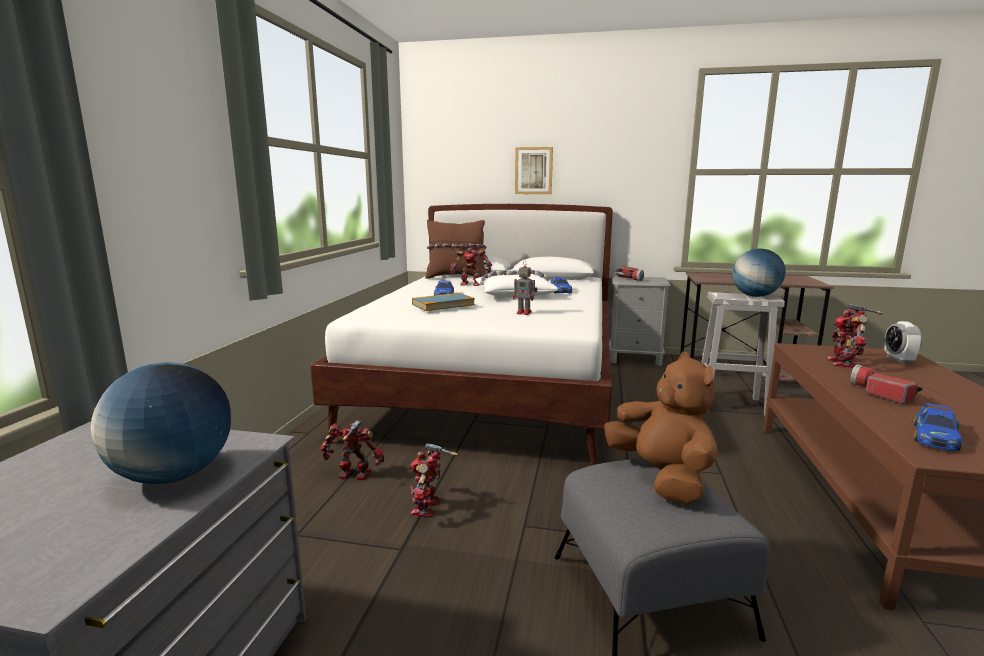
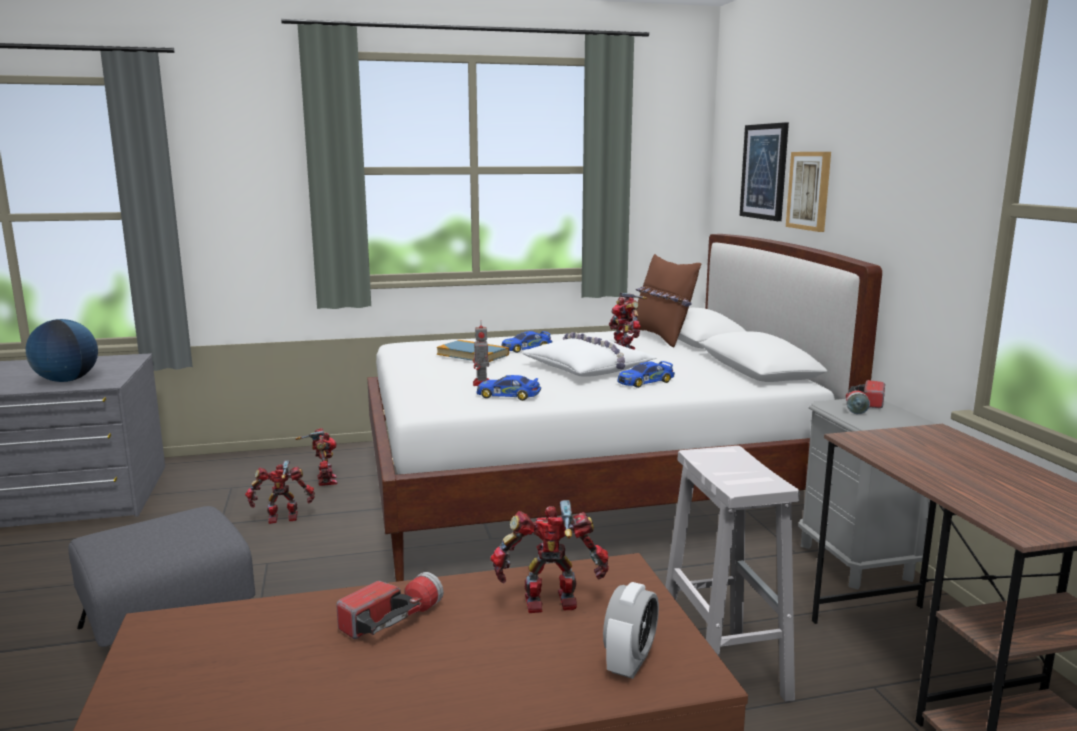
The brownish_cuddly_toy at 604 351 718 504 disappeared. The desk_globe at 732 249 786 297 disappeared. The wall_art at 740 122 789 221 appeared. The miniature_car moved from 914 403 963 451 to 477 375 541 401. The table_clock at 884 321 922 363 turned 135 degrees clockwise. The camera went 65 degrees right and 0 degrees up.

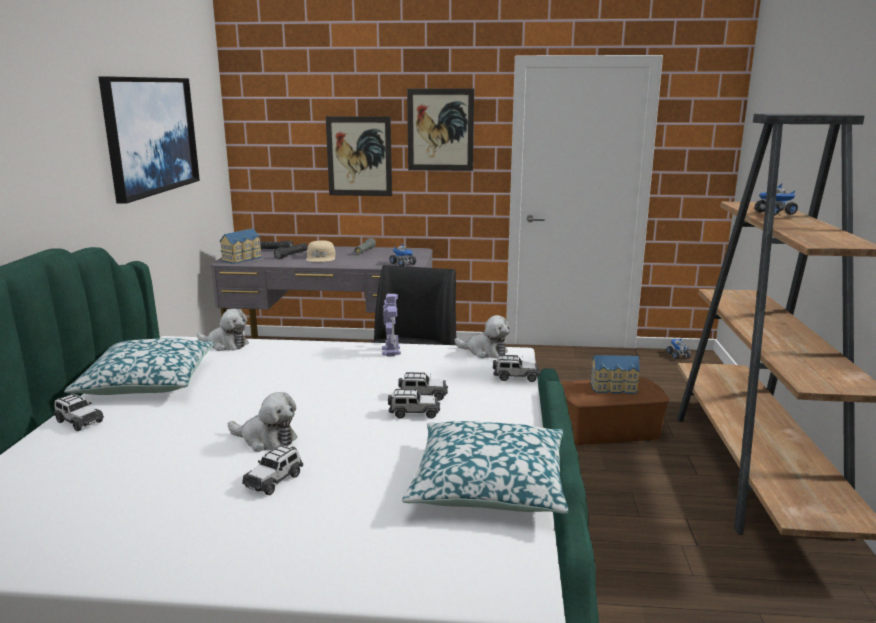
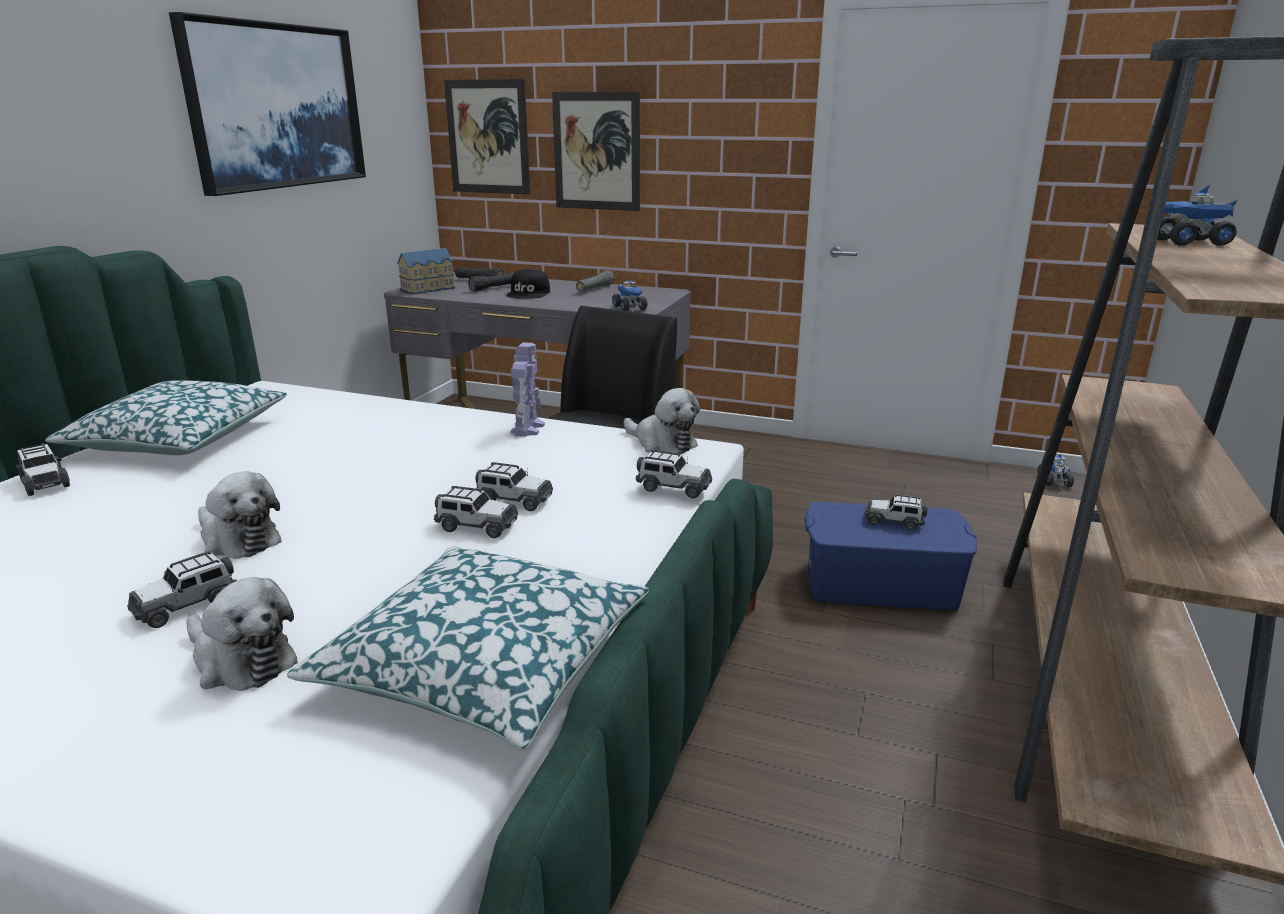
The cuddly_toy moved from 197 309 249 351 to 186 577 298 691. The wall_art moved from 407 89 474 171 to 444 79 530 194. The miniature_house at 590 355 640 394 was replaced by the miniature_car at 865 495 928 530. The sand-coloured_baseball_cap at 306 240 335 262 became the black_baseball_cap at 506 269 550 299. The brownish_storage_bin at 560 377 669 445 became the blue-coloured_storage_bin at 804 502 977 611. The camera went 15 degrees right and 5 degrees up.

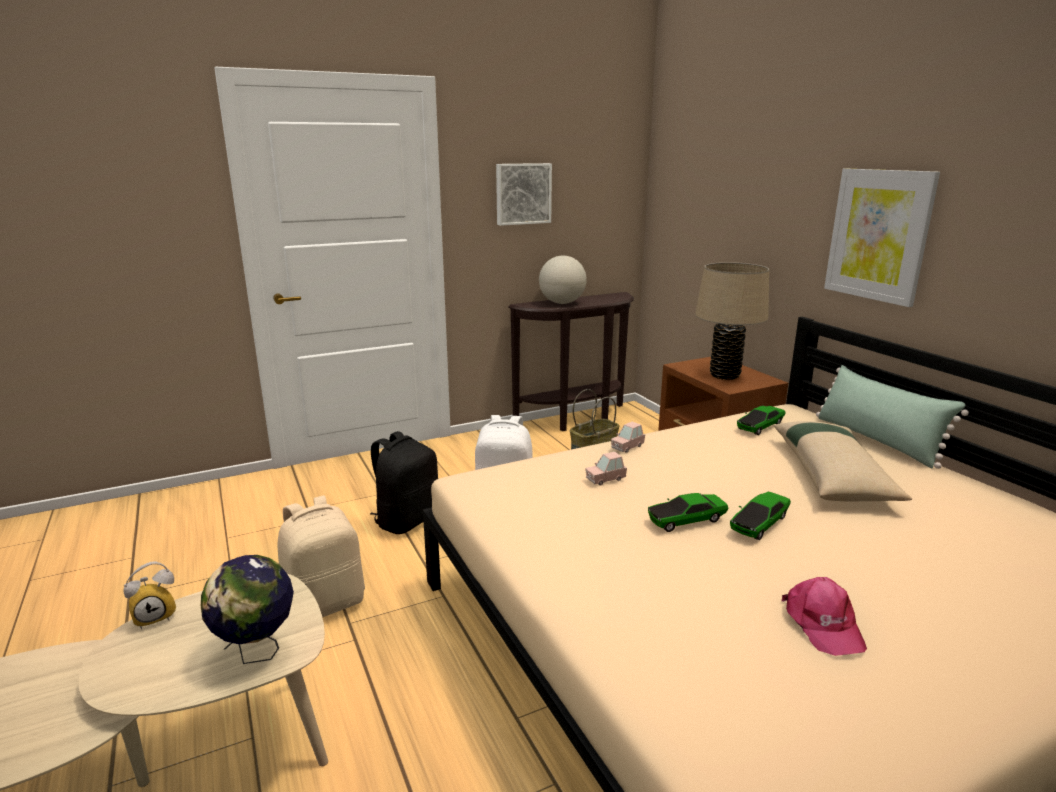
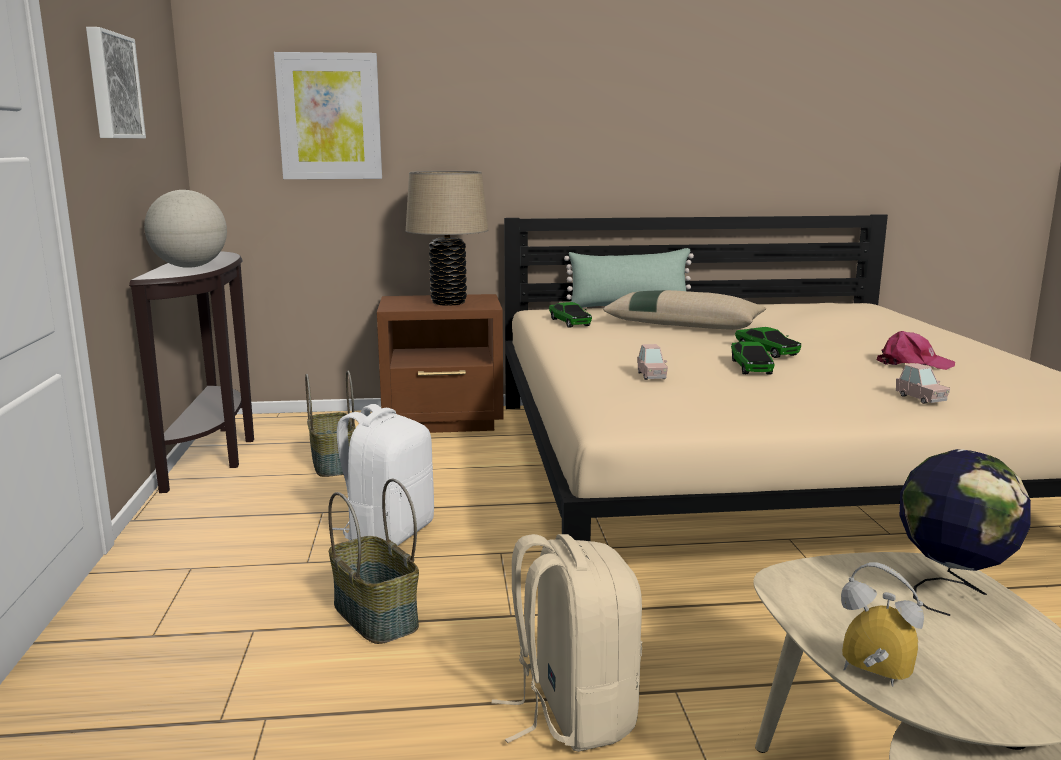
The pinkish_miniature_car moved from 611 422 645 453 to 896 363 950 404. The wall_art moved from 824 169 940 307 to 274 52 382 179. The black_knapsack at 370 431 438 534 was replaced by the storage_basket at 328 479 419 644. The table_clock at 123 562 176 629 turned 45 degrees counterclockwise. The camera went 70 degrees left and 5 degrees down.

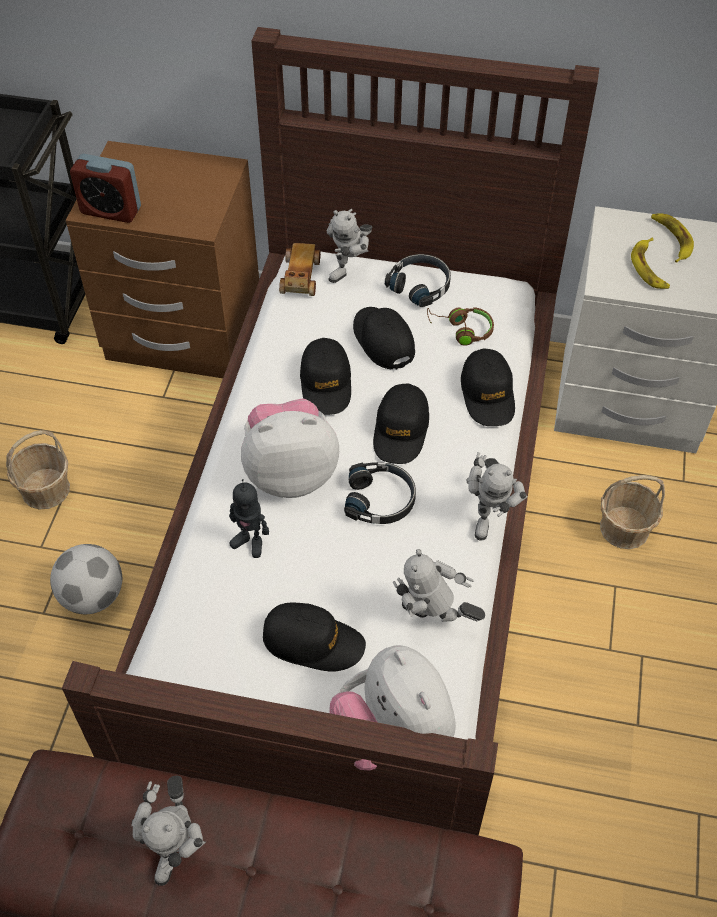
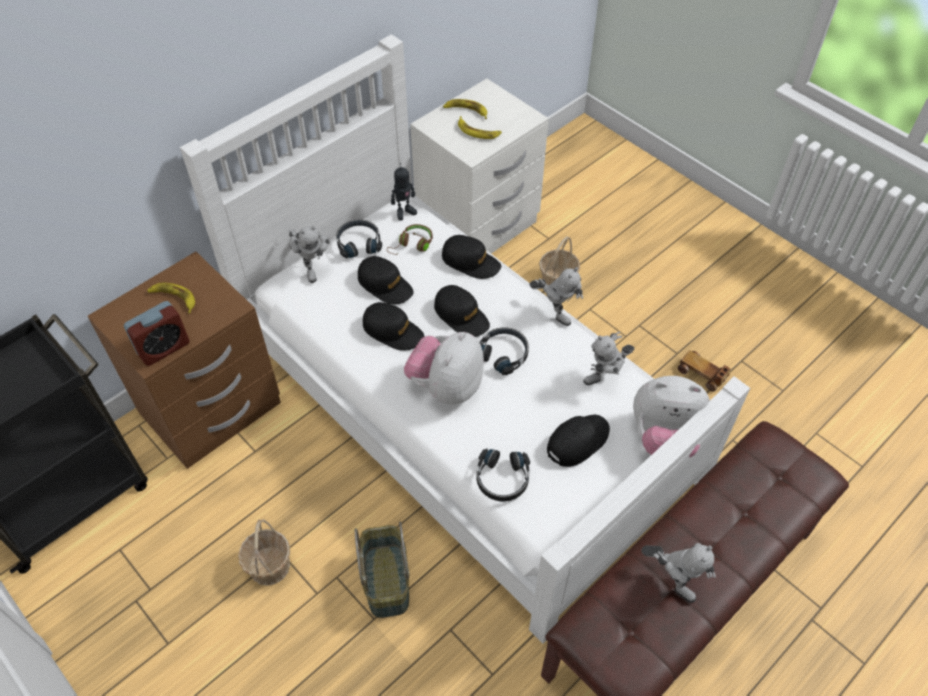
The whole_banana at 147 283 195 314 appeared. The black_pair_of_headphones at 477 448 530 501 appeared. The model_robot moved from 229 479 269 558 to 391 162 417 221. The miniature_car moved from 279 243 321 296 to 678 350 730 392. The football at 50 544 122 614 was replaced by the storage_basket at 355 522 410 618. The brownish_sleeping_bed at 62 27 599 835 became the white-coloured_sleeping_bed at 180 34 750 644. The black_baseball_cap at 353 307 415 370 turned 150 degrees counterclockwise. The camera went 55 degrees left and 0 degrees up.

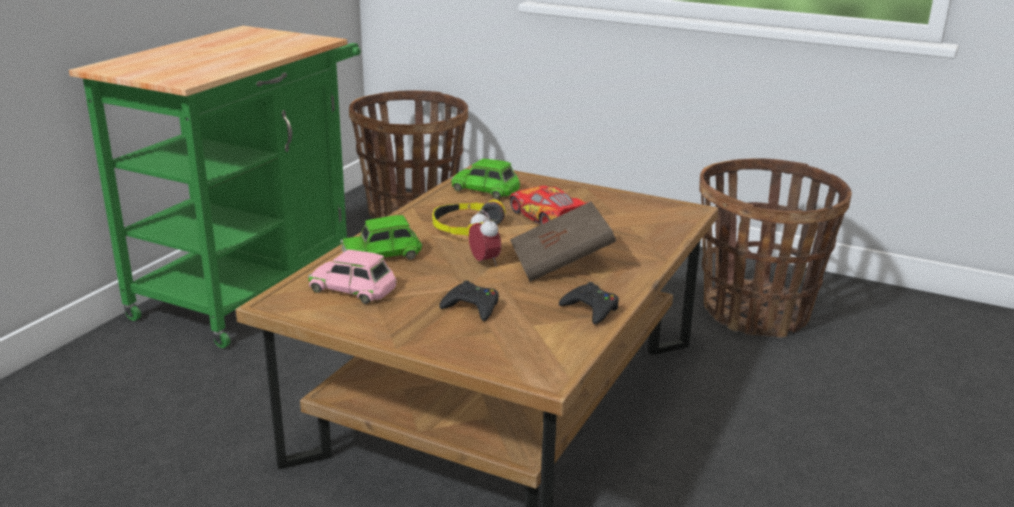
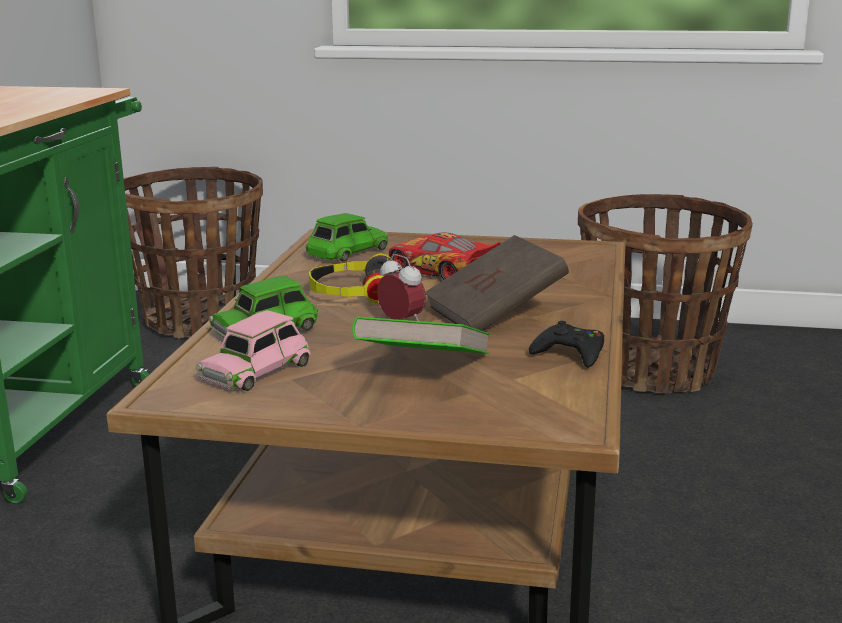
The black_joypad at 439 281 499 321 was replaced by the green_bound_book at 352 317 490 354. The pinkish_miniature_car at 308 249 397 304 turned 60 degrees counterclockwise. The green_miniature_car at 451 158 520 199 turned 120 degrees clockwise. The camera went 15 degrees left and 5 degrees down.

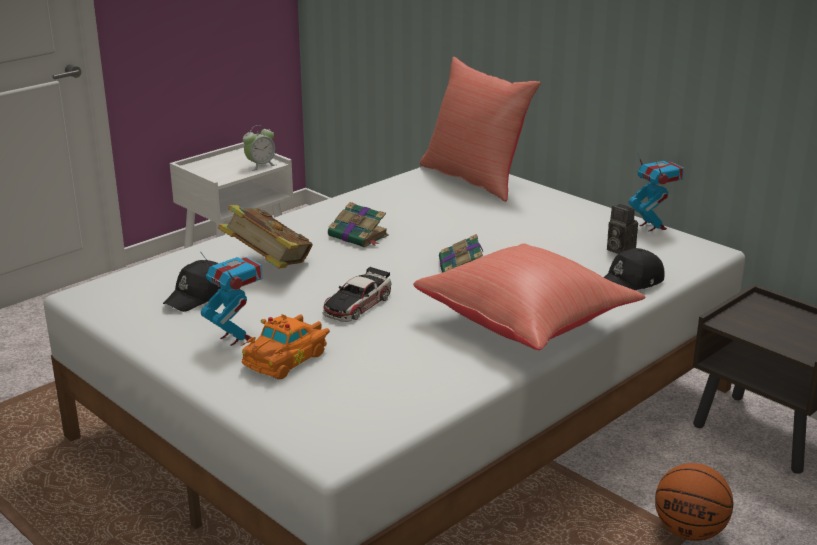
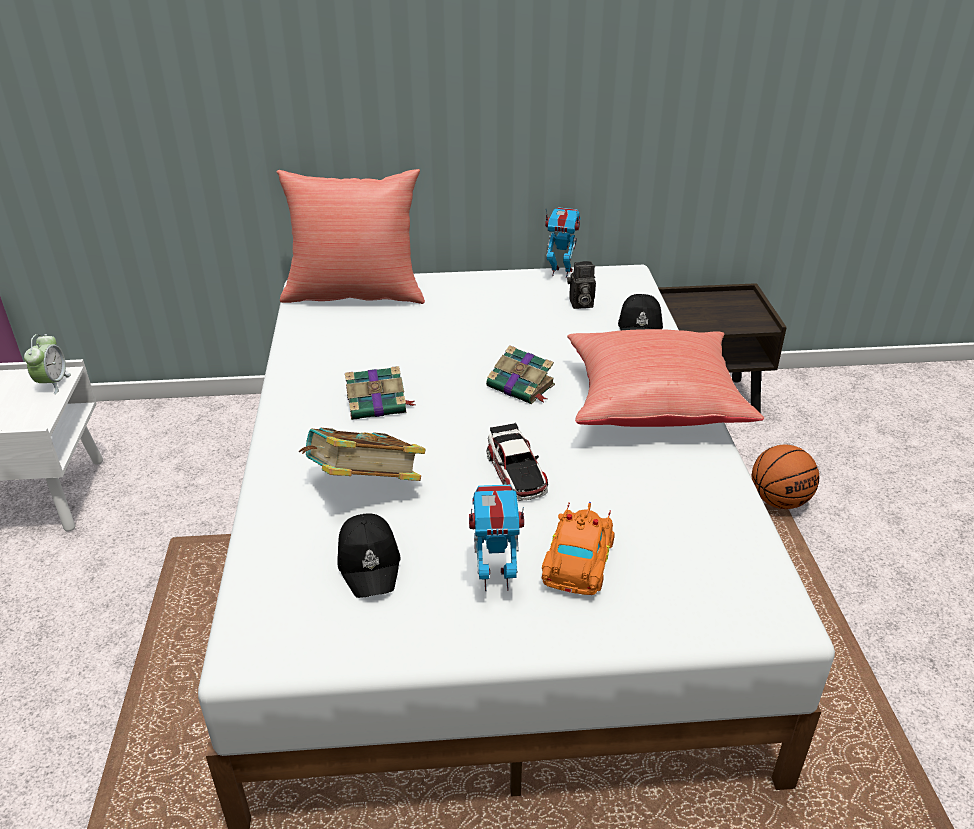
The orange-coloured_miniature_car at 241 314 330 379 turned 150 degrees counterclockwise. The camera went 50 degrees left and 10 degrees up.

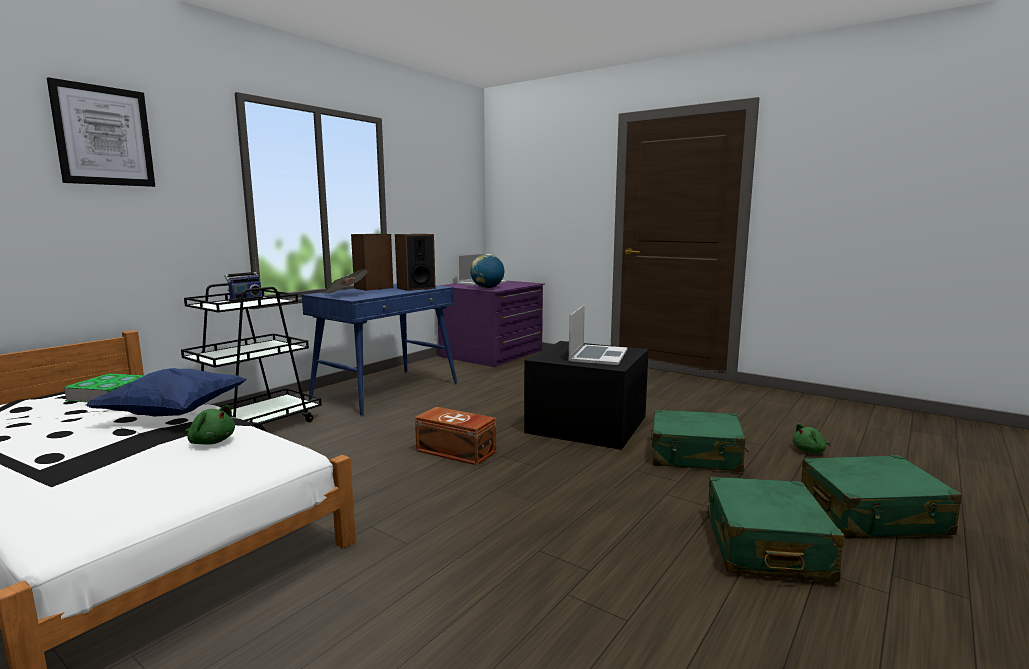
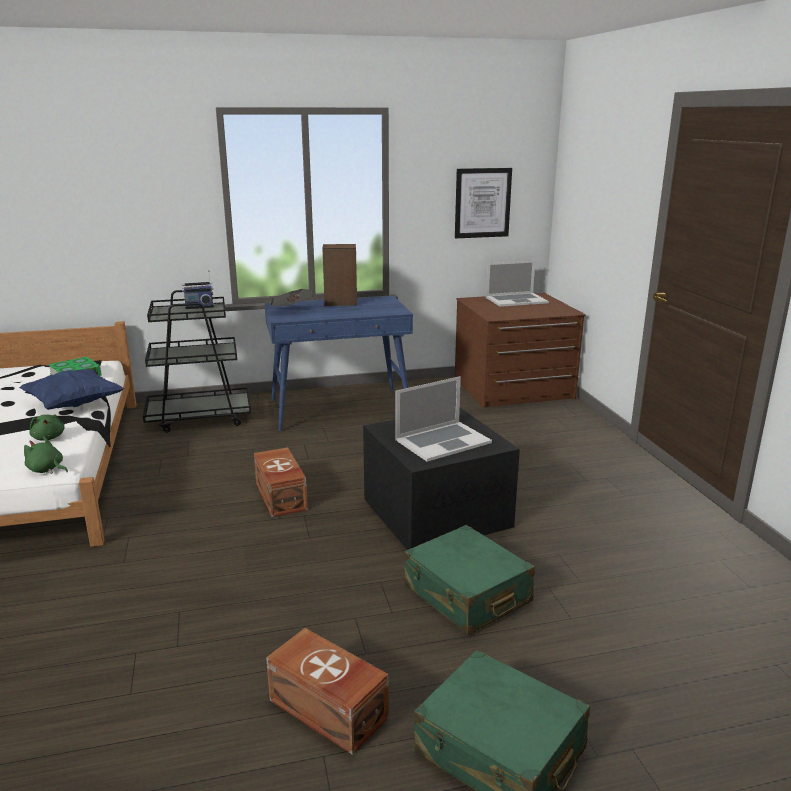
The speaker at 395 234 435 291 disappeared. The desk_globe at 470 254 504 288 disappeared. The wall_art moved from 47 77 155 187 to 455 168 512 238. The green_cuddly_toy moved from 793 423 830 453 to 24 436 68 474. The green_suitcase at 707 476 844 582 was replaced by the brownish_storage_bin at 266 628 389 755. The purple-coloured_drawer_chest at 438 281 545 367 became the brownish_drawer_chest at 455 293 586 408. The camera went 40 degrees right and 10 degrees up.

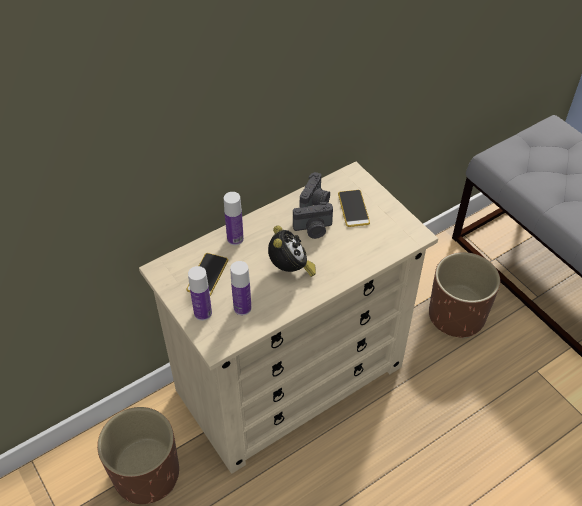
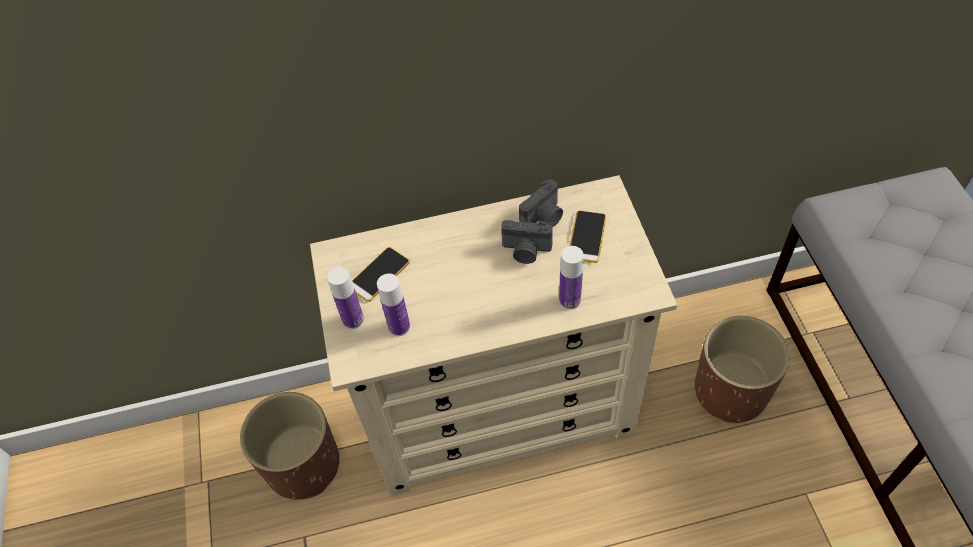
The table_clock at 268 226 316 277 disappeared. The drink_bottle moved from 224 192 244 245 to 559 246 583 309. The camera went 25 degrees right and 5 degrees up.

